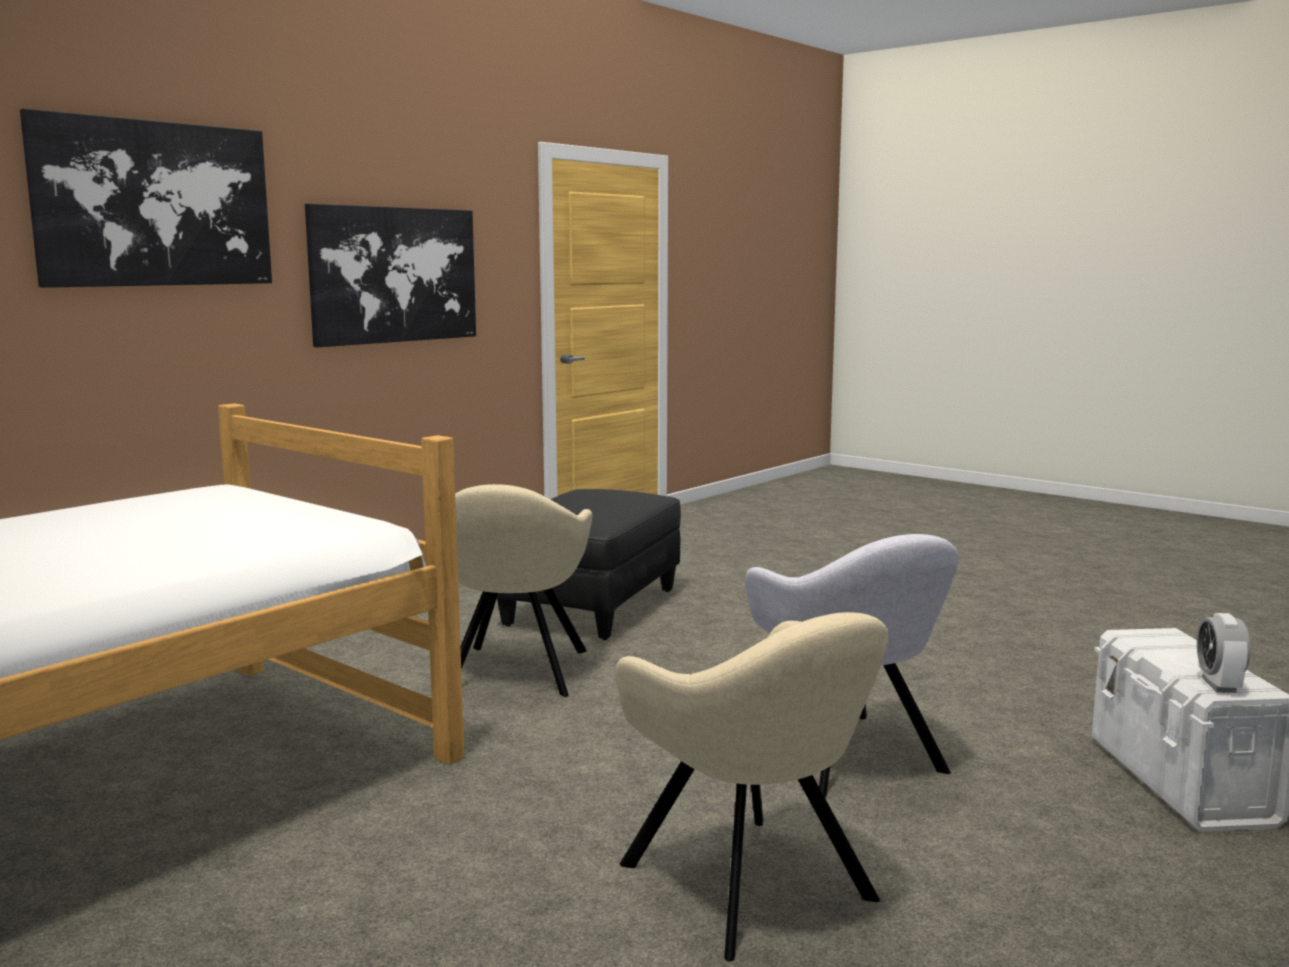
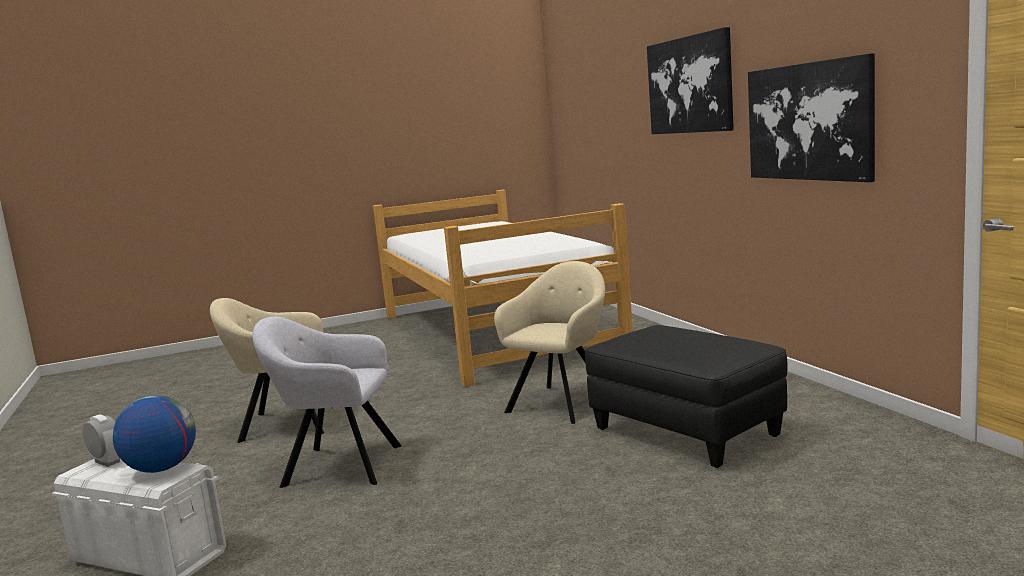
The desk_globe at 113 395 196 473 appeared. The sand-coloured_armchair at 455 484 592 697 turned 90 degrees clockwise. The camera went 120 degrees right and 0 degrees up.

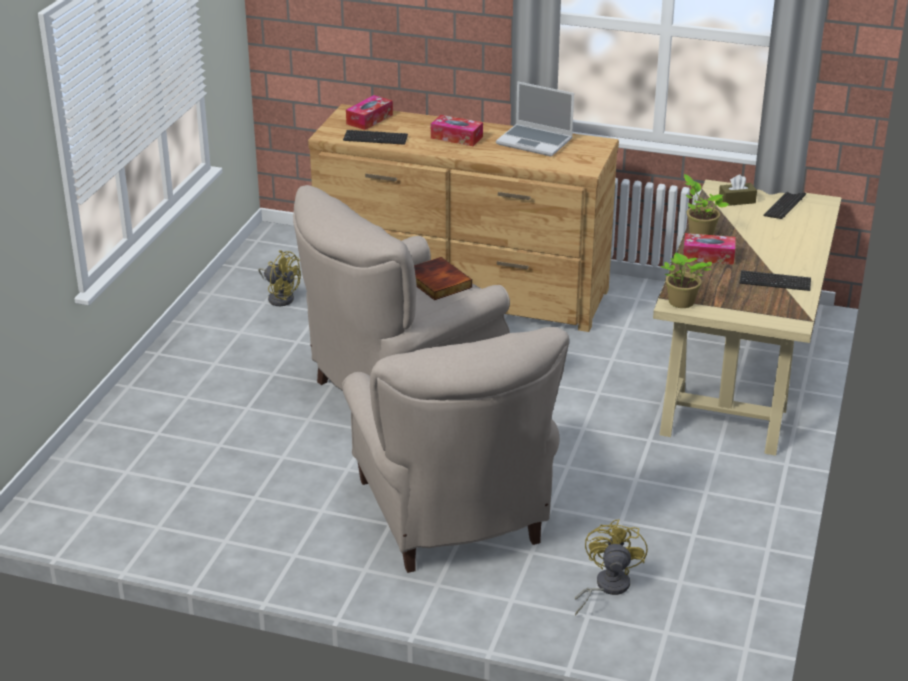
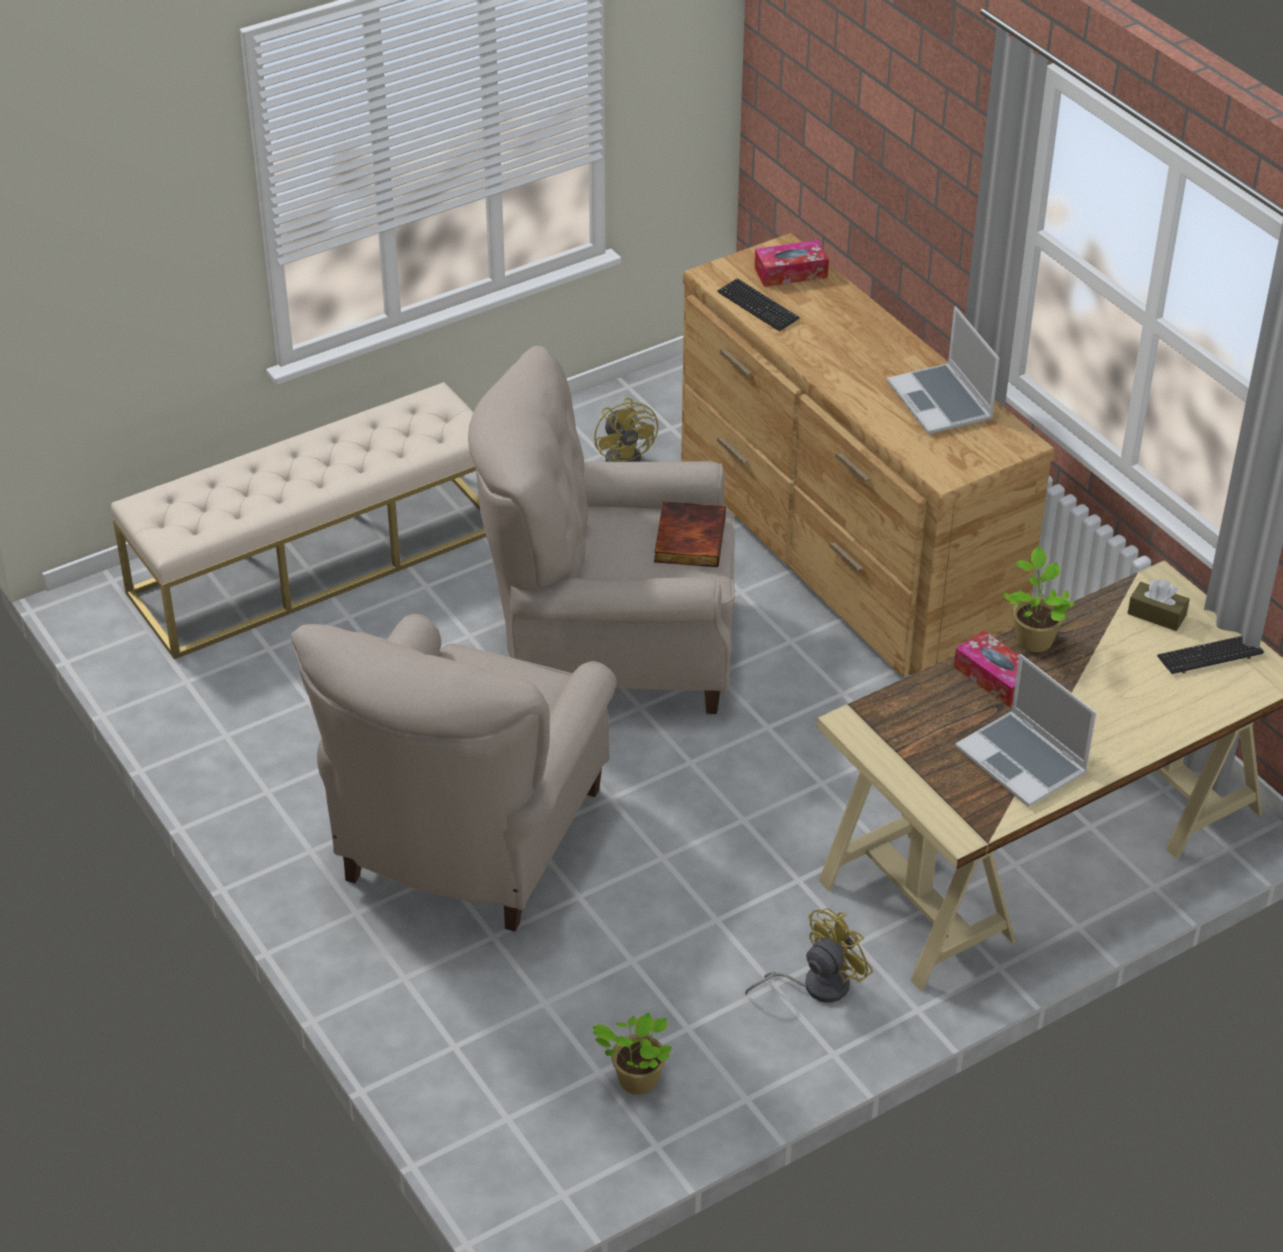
The tissue_box at 431 115 483 146 disappeared. The sand-coloured_long_seat at 111 382 487 659 appeared. The yellow_fan moved from 575 519 648 615 to 745 908 873 1003. The houseplant moved from 661 253 712 308 to 592 1013 672 1095. The PC_keyboard at 739 270 811 291 was replaced by the portable_computer at 955 654 1096 807. The camera went 40 degrees right and 10 degrees up.

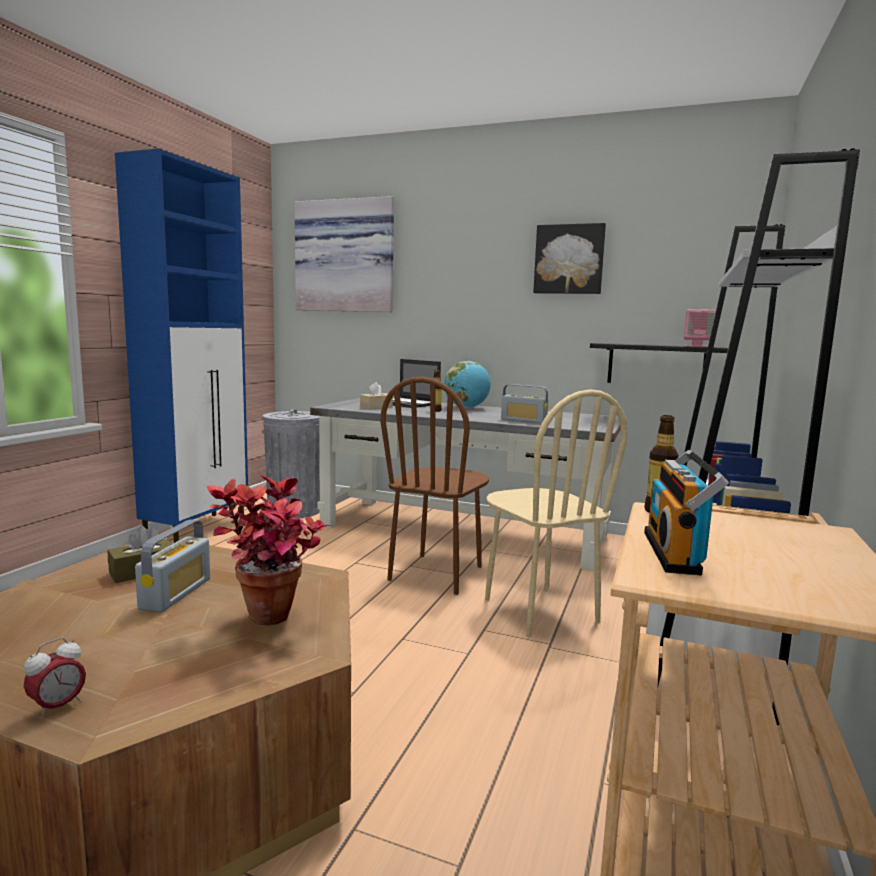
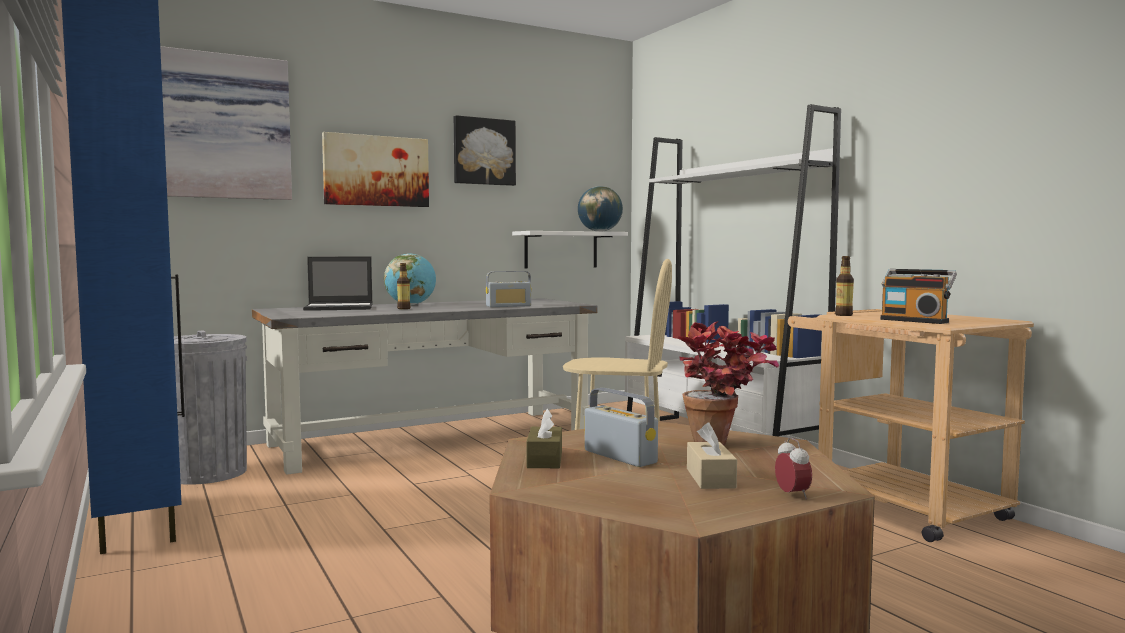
The brownish_chair at 380 377 489 595 disappeared. The wall_art at 322 132 429 207 appeared. The sand-coloured_tissue_box moved from 360 382 393 409 to 687 423 737 489. The pinkish_speaker at 684 309 716 347 was replaced by the desk_globe at 578 186 623 232. The black_shelf at 590 343 728 388 became the white-coloured_shelf at 512 231 628 268. The camera went 50 degrees left and 5 degrees down.

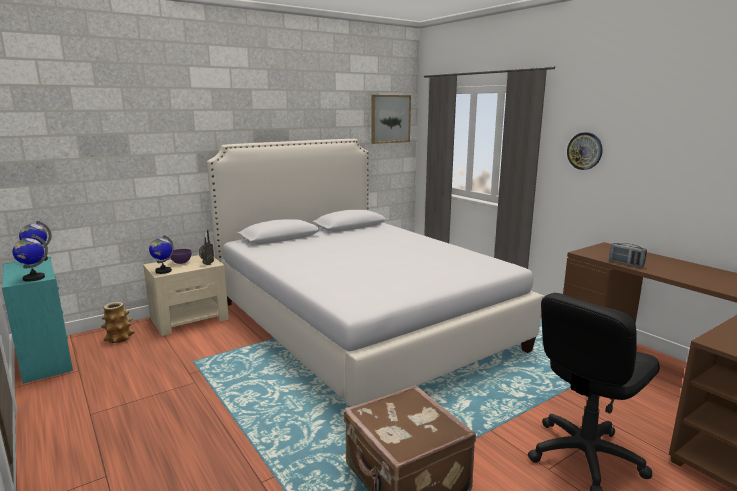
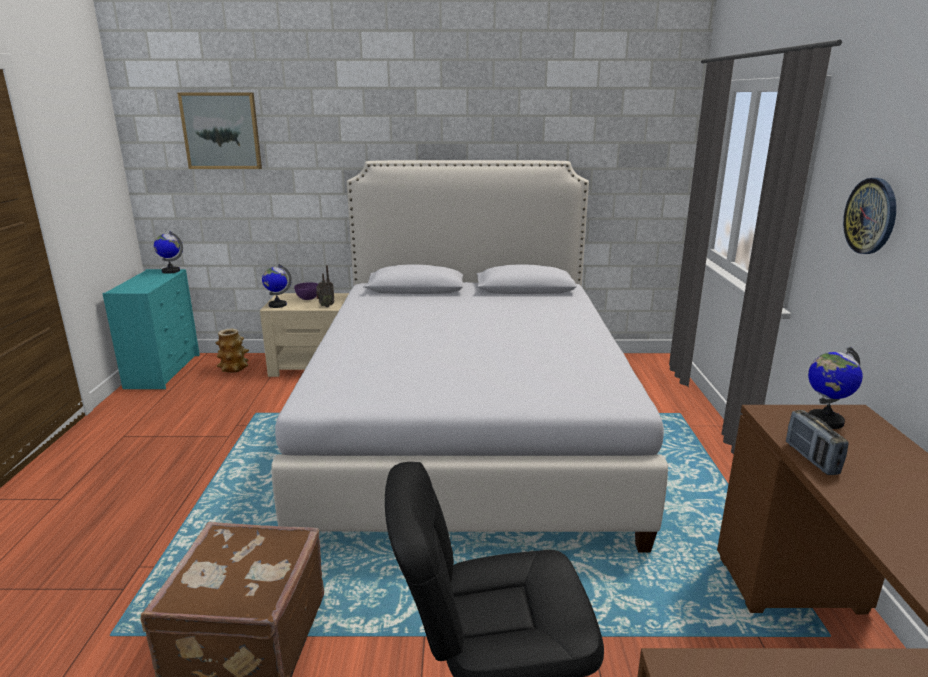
The desk_globe moved from 12 234 48 282 to 808 347 863 429. The wall_art moved from 371 95 411 144 to 177 92 262 169. The camera went 35 degrees right and 5 degrees up.

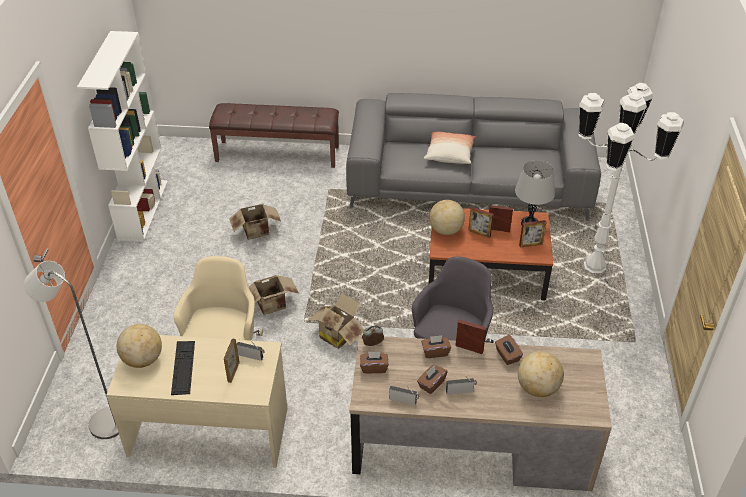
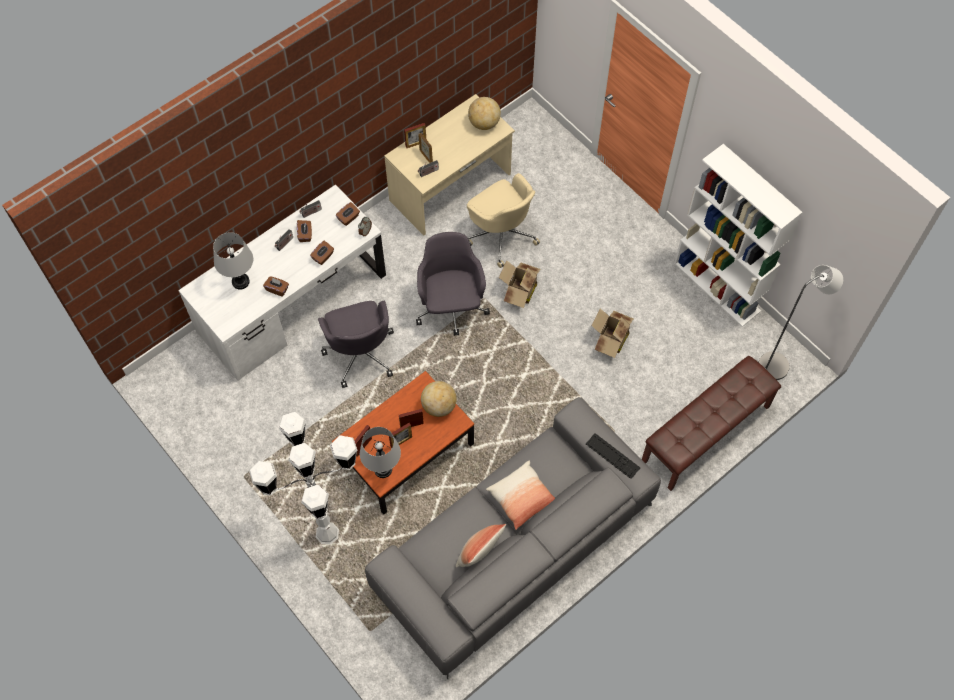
The cushion at 456 524 506 567 appeared. The gray_standard_lamp moved from 24 261 119 439 to 759 265 843 380. The PC_keyboard moved from 171 341 195 395 to 586 433 640 479. The picture_frame moved from 455 319 487 354 to 404 123 426 148. The carton at 307 293 364 349 was replaced by the gray_office_chair at 416 232 490 336. The desk_globe at 518 351 564 397 was replaced by the gray_tabletop_lamp at 213 232 253 290. The brownish_desk_unit at 350 335 612 491 became the white-coloured_desk_unit at 178 185 386 381. The camera went 135 degrees right and 20 degrees up.

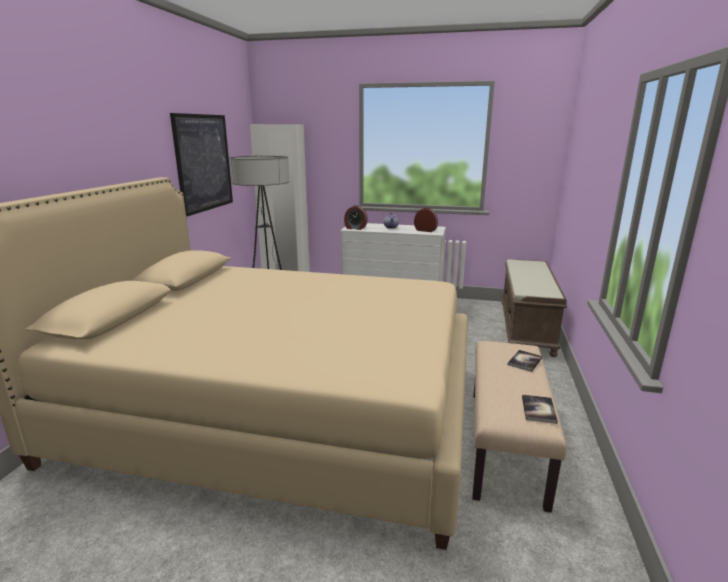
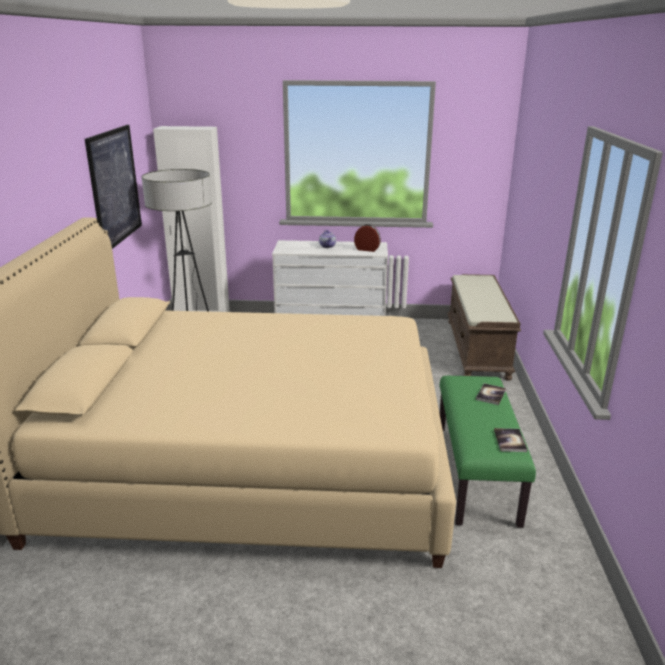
The table_clock at 344 205 368 230 disappeared. The sand-coloured_long_seat at 473 341 567 513 became the green_long_seat at 440 376 536 528. The camera went 10 degrees left and 5 degrees up.

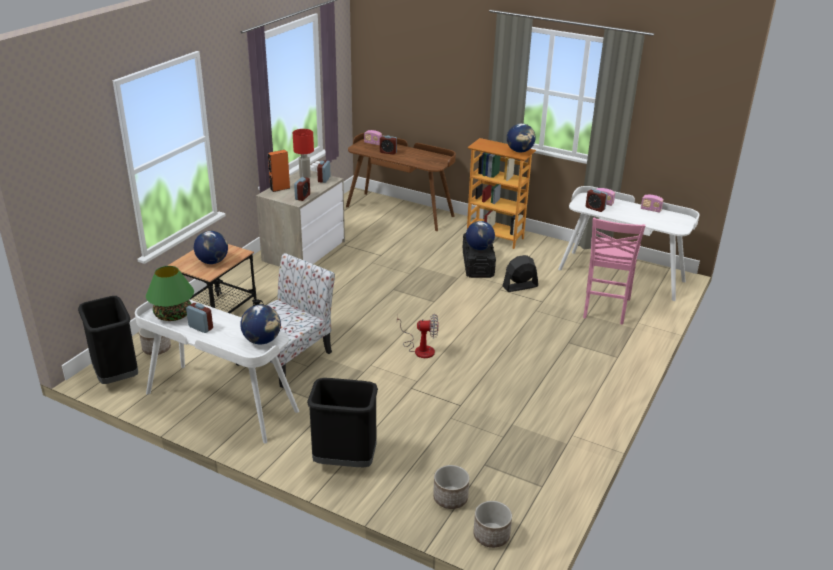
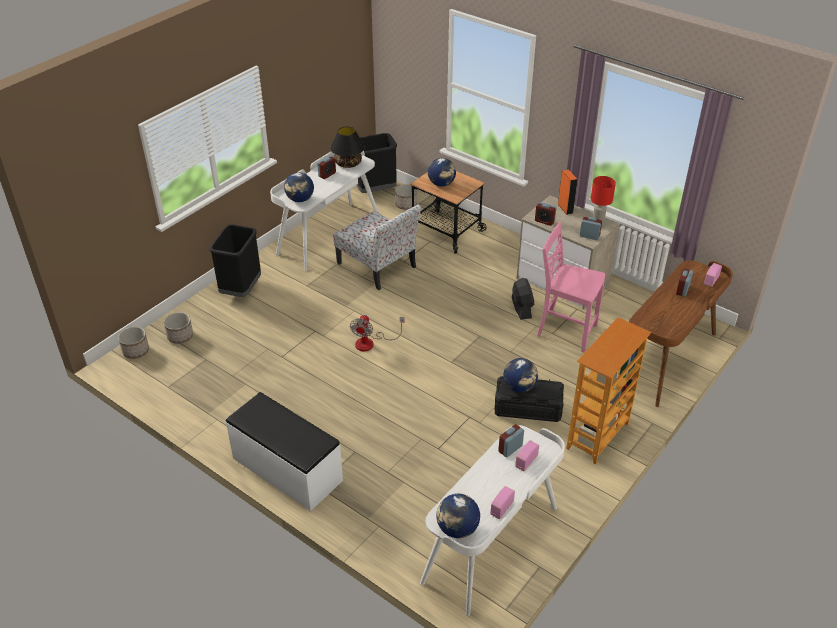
The white-coloured_long_seat at 226 392 343 511 appeared. The black_fan moved from 503 255 538 292 to 512 278 534 320. The desk_globe moved from 507 123 535 153 to 436 494 480 538. The pinkish_chair moved from 583 218 645 325 to 537 222 606 352. The green_tabletop_lamp at 146 266 194 321 became the black_tabletop_lamp at 330 127 365 168. The camera went 100 degrees right and 10 degrees up.

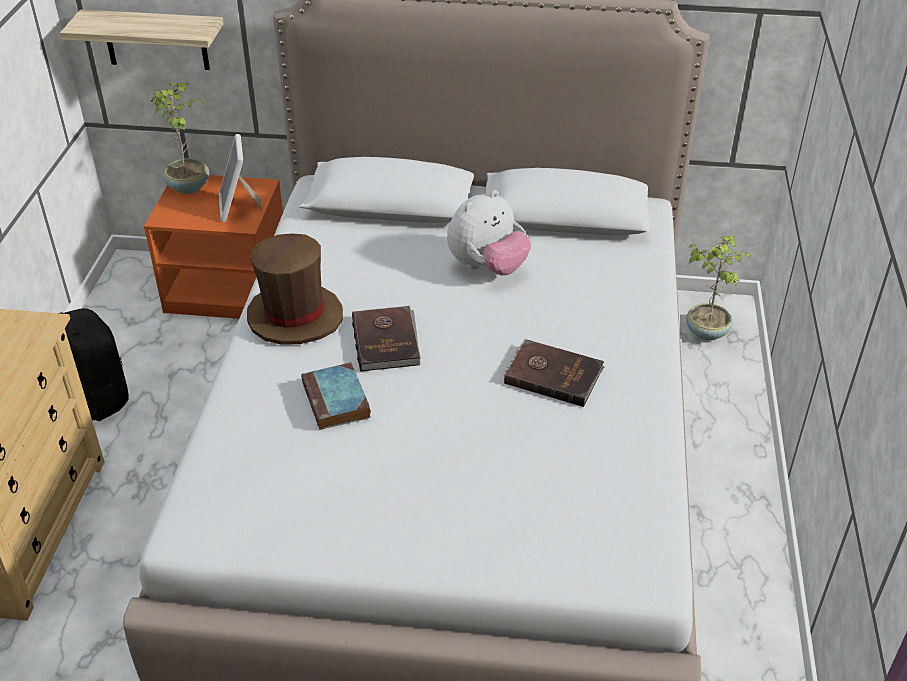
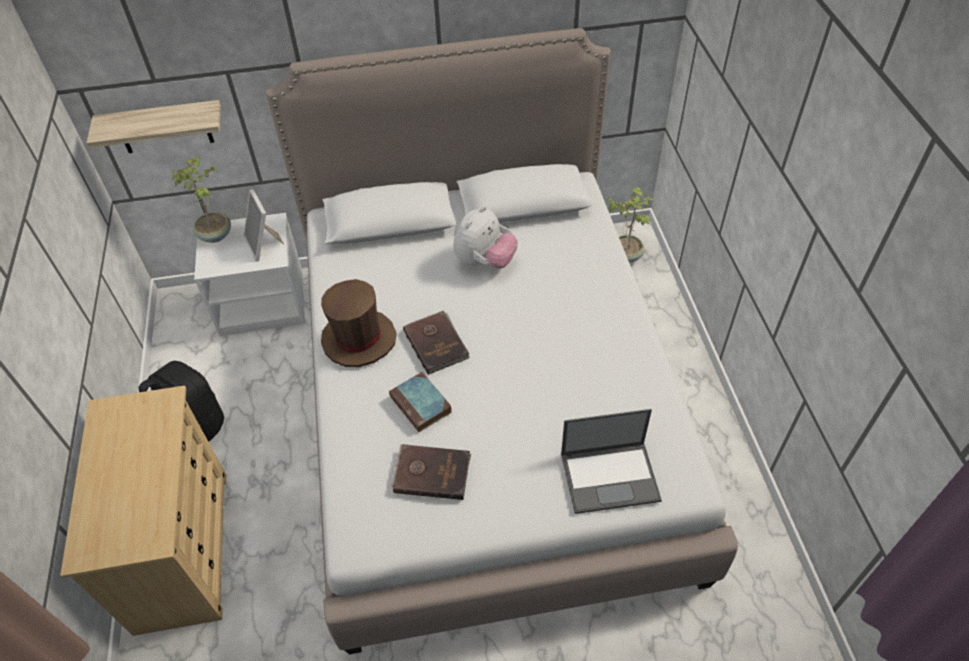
The portable_computer at 561 409 662 514 appeared. The brownish_bound_book moved from 504 339 605 407 to 392 444 471 500. The orange-coloured_nightstand at 144 175 283 319 became the white-coloured_nightstand at 194 213 305 337. The camera went 15 degrees left and 10 degrees up.

